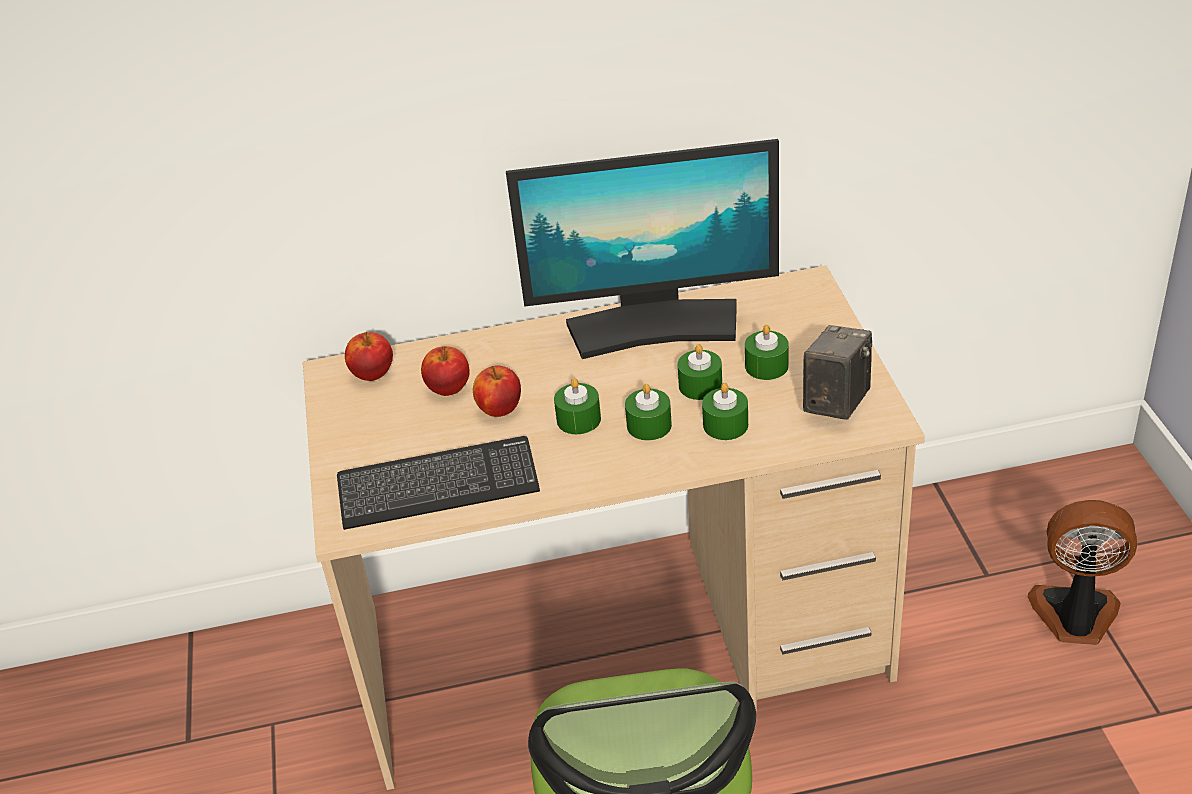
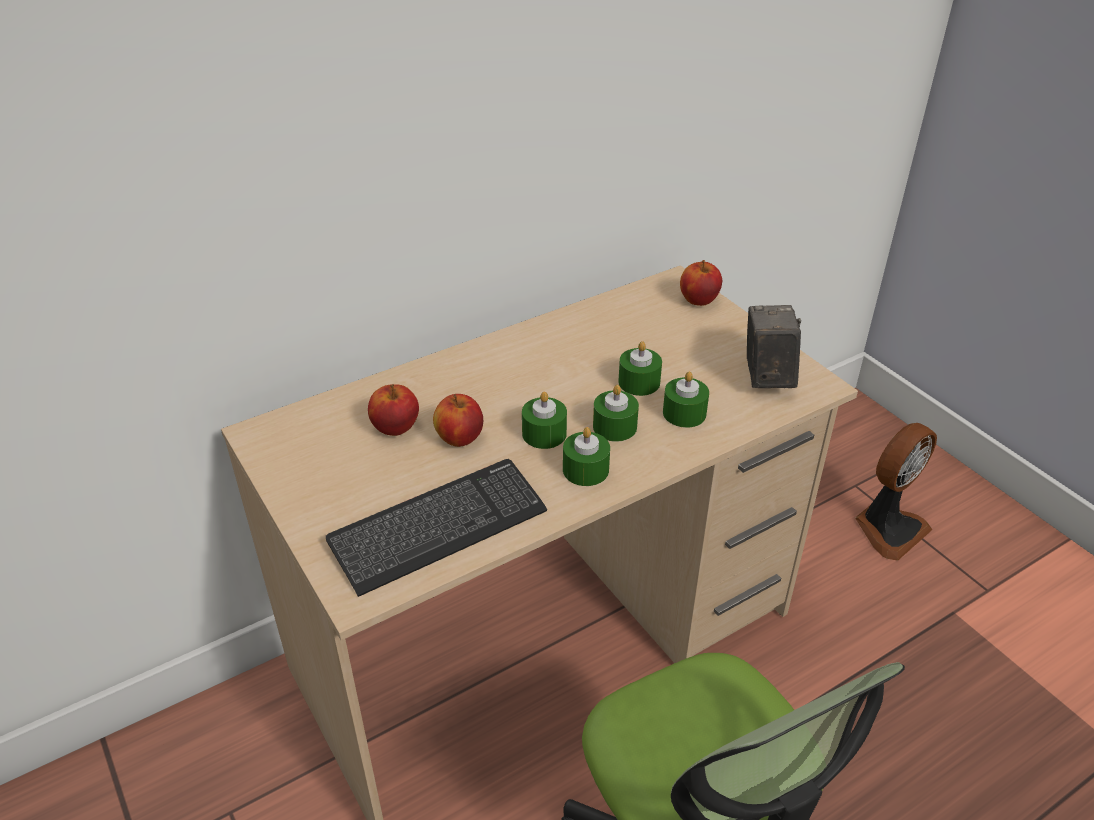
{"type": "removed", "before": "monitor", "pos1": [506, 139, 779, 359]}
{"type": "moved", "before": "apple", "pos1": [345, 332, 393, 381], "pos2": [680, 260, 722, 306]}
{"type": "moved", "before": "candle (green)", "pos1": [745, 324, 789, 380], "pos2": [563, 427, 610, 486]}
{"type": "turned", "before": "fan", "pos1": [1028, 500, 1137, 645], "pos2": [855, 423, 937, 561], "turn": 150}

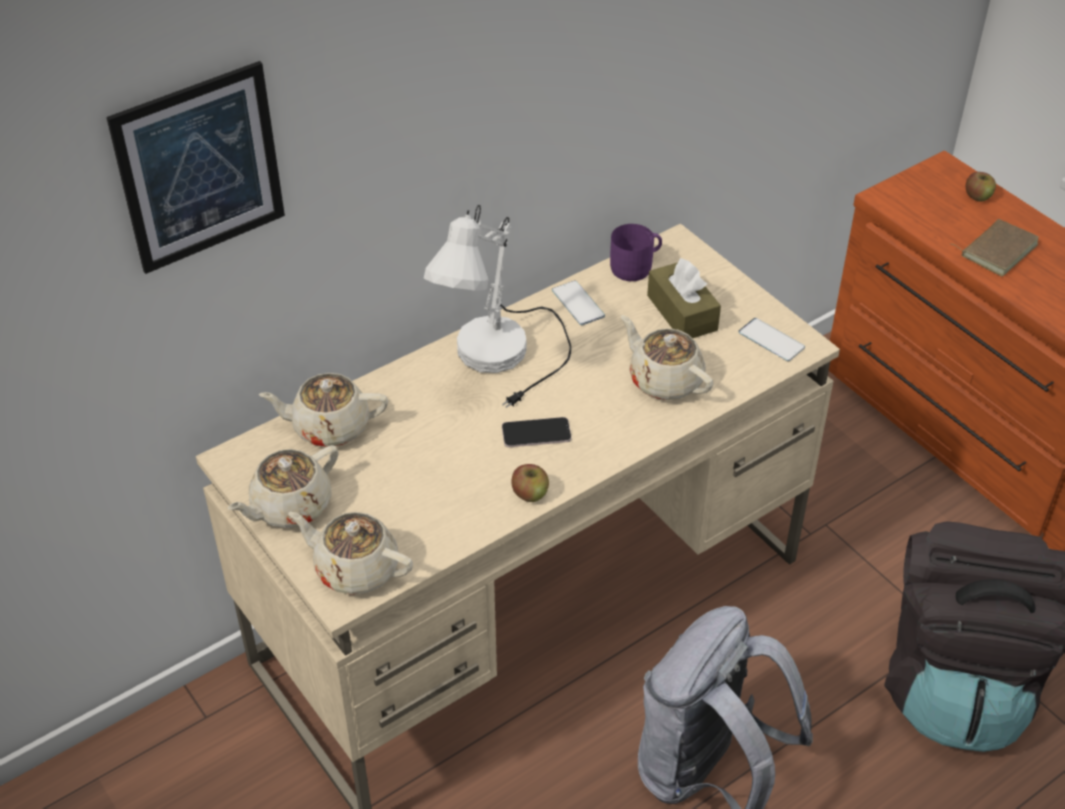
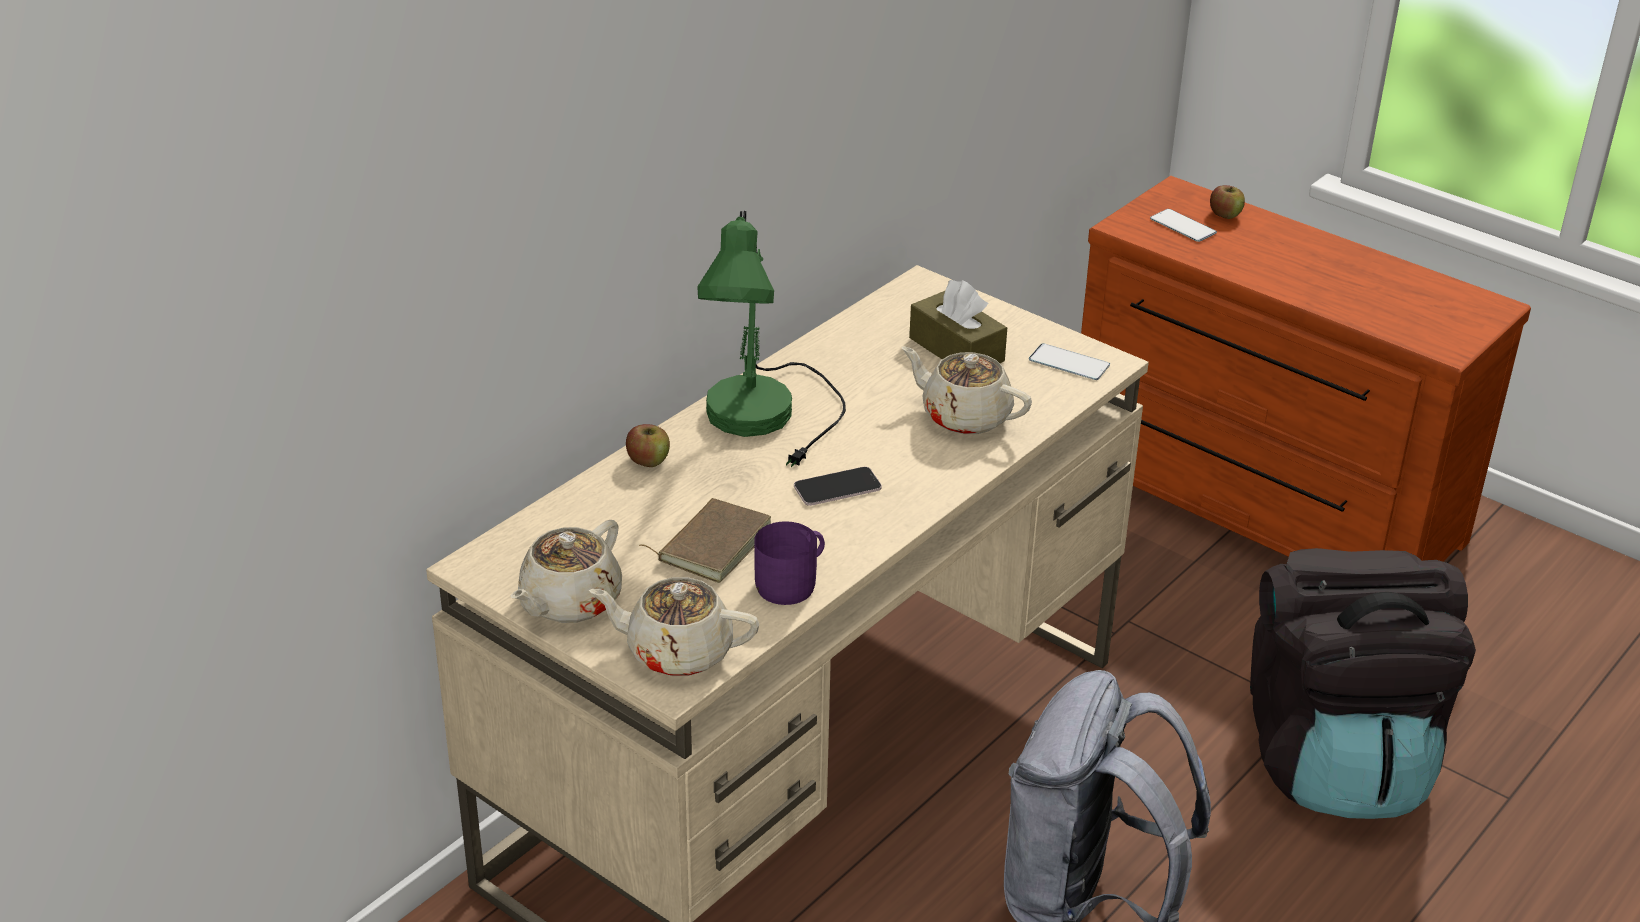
{"type": "removed", "before": "picture", "pos1": [106, 61, 285, 274]}
{"type": "removed", "before": "teapot (beige)", "pos1": [259, 373, 388, 447]}
{"type": "moved", "before": "apple", "pos1": [511, 464, 549, 502], "pos2": [626, 424, 670, 467]}
{"type": "moved", "before": "phone", "pos1": [552, 281, 605, 325], "pos2": [1150, 209, 1217, 242]}
{"type": "moved", "before": "mug (purple)", "pos1": [610, 224, 662, 281], "pos2": [754, 521, 825, 605]}
{"type": "moved", "before": "book (brown)", "pos1": [951, 219, 1039, 276], "pos2": [639, 498, 771, 583]}
{"type": "recoloured", "before": "table lamp (white)", "after": "table lamp (green)", "pos1": [424, 205, 571, 408], "pos2": [697, 211, 846, 467]}

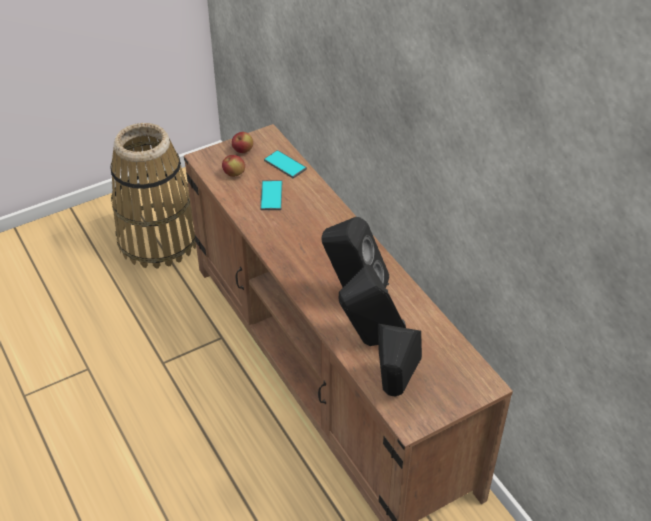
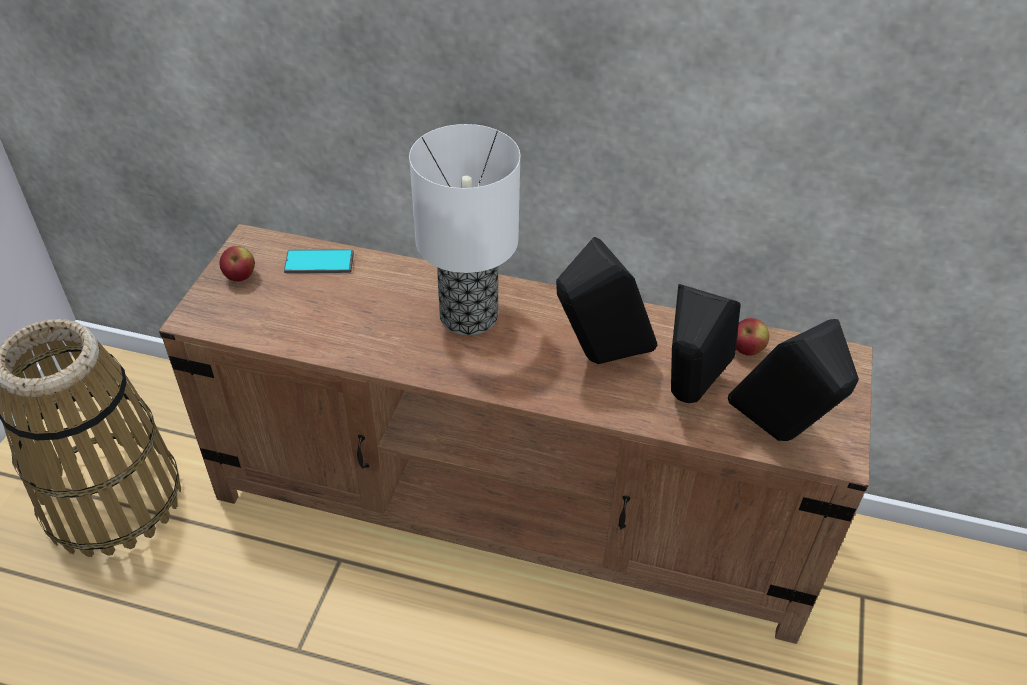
{"type": "removed", "before": "phone", "pos1": [260, 180, 282, 210]}
{"type": "added", "after": "table lamp", "pos2": [409, 124, 520, 336]}
{"type": "moved", "before": "apple", "pos1": [222, 155, 245, 177], "pos2": [736, 318, 769, 356]}

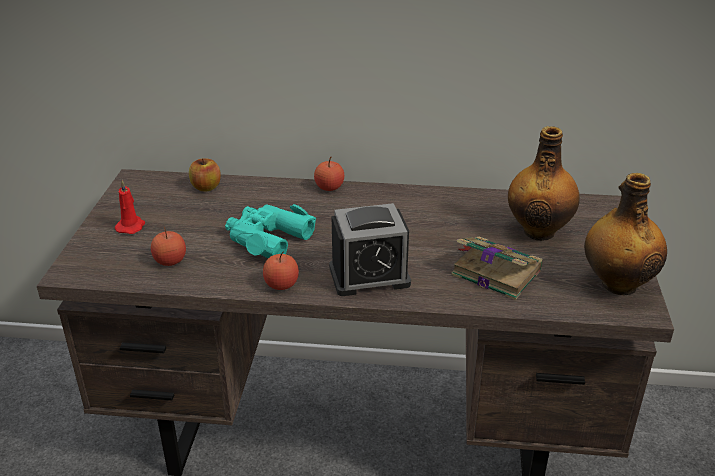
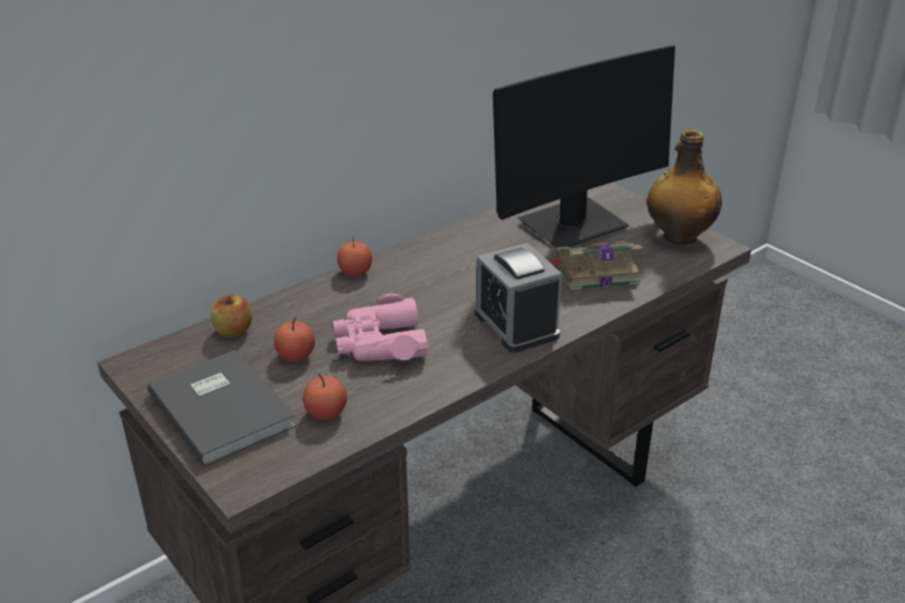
{"type": "moved", "before": "apple", "pos1": [263, 251, 299, 290], "pos2": [274, 317, 315, 362]}
{"type": "replaced", "before": "candle (red)", "after": "book (grey)", "pos1": [115, 180, 145, 234], "pos2": [148, 350, 296, 466]}
{"type": "replaced", "before": "bottle", "after": "monitor", "pos1": [508, 126, 580, 241], "pos2": [493, 45, 675, 248]}
{"type": "recoloured", "before": "binoculars (turquoise)", "after": "binoculars (pink)", "pos1": [225, 204, 316, 258], "pos2": [333, 294, 428, 361]}
{"type": "turned", "before": "alarm clock", "pos1": [329, 203, 411, 296], "pos2": [475, 243, 562, 353], "turn": 120}

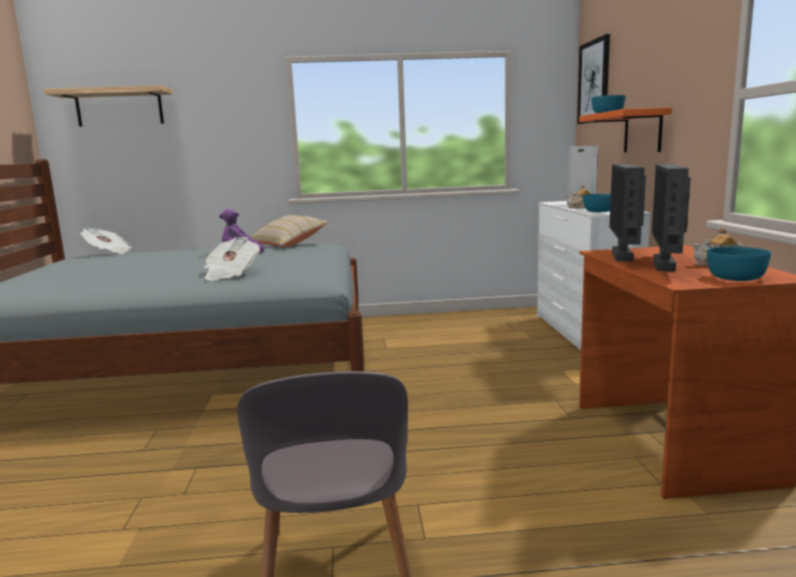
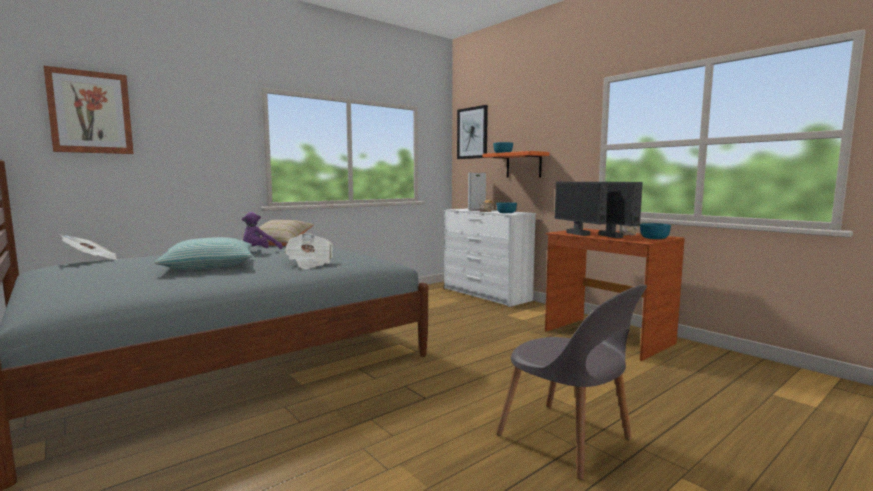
{"type": "added", "after": "pillow", "pos2": [154, 237, 252, 270]}
{"type": "replaced", "before": "shelf", "after": "picture", "pos1": [44, 85, 173, 126], "pos2": [43, 66, 134, 154]}

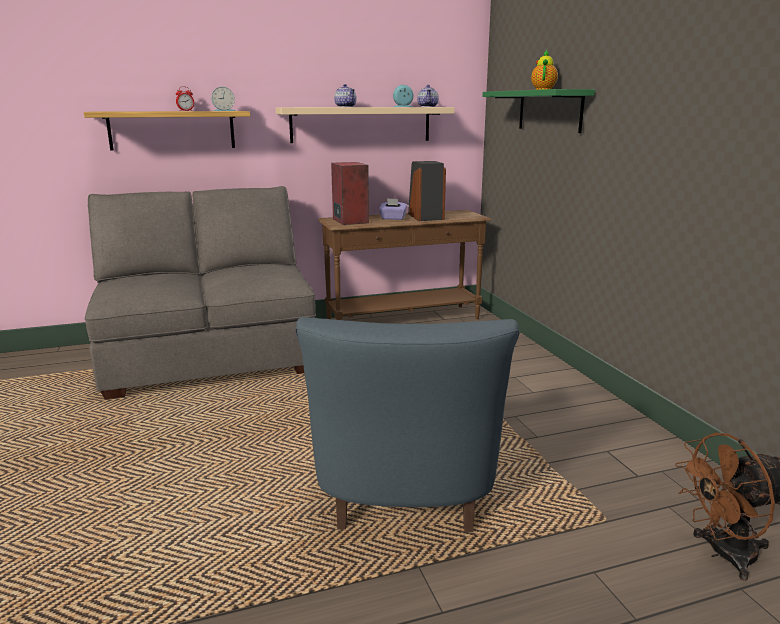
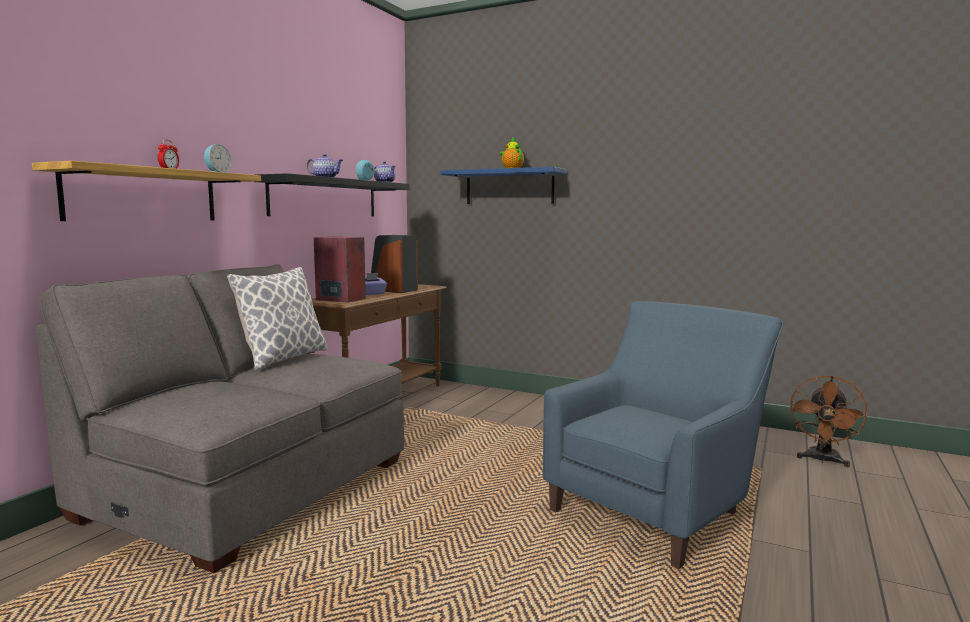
{"type": "added", "after": "pillow", "pos2": [227, 267, 327, 371]}
{"type": "recoloured", "before": "shelf (beige)", "after": "shelf (black)", "pos1": [276, 107, 455, 143], "pos2": [254, 173, 409, 217]}
{"type": "recoloured", "before": "shelf (green)", "after": "shelf (blue)", "pos1": [482, 89, 595, 133], "pos2": [441, 167, 567, 204]}
{"type": "turned", "before": "armchair (blue)", "pos1": [295, 317, 520, 532], "pos2": [543, 301, 783, 569], "turn": -90}

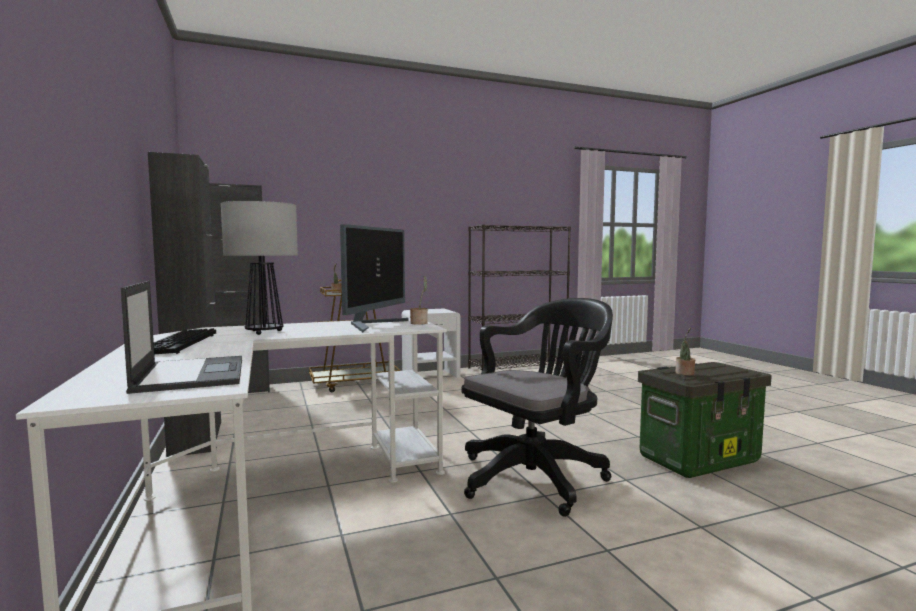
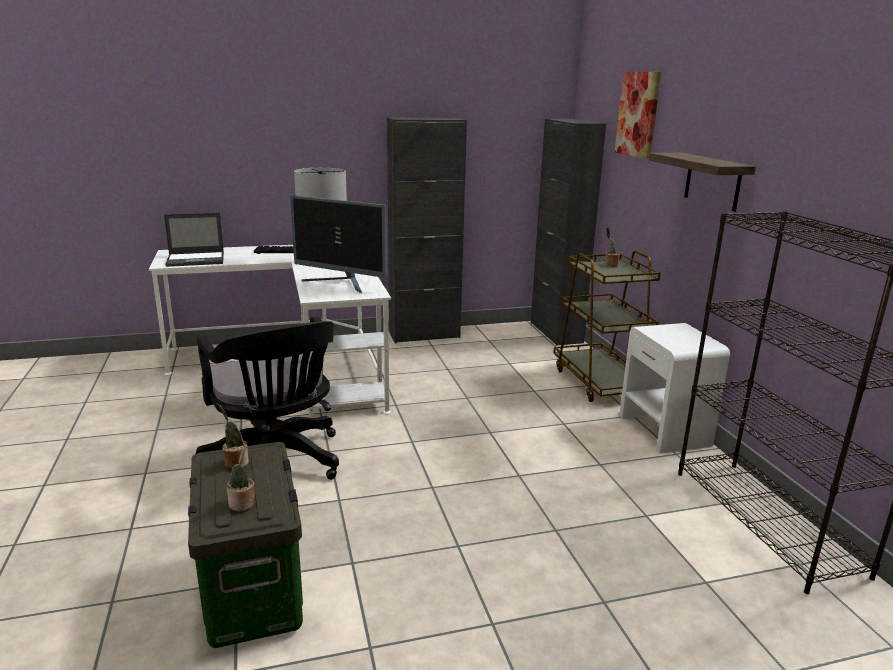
{"type": "added", "after": "picture", "pos2": [615, 72, 661, 159]}
{"type": "added", "after": "shelf", "pos2": [649, 153, 756, 211]}
{"type": "moved", "before": "potted plant", "pos1": [410, 276, 428, 325], "pos2": [227, 446, 255, 511]}

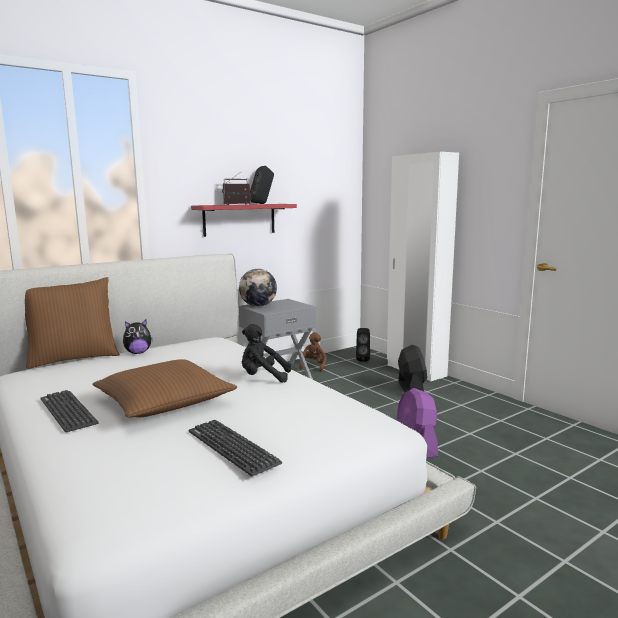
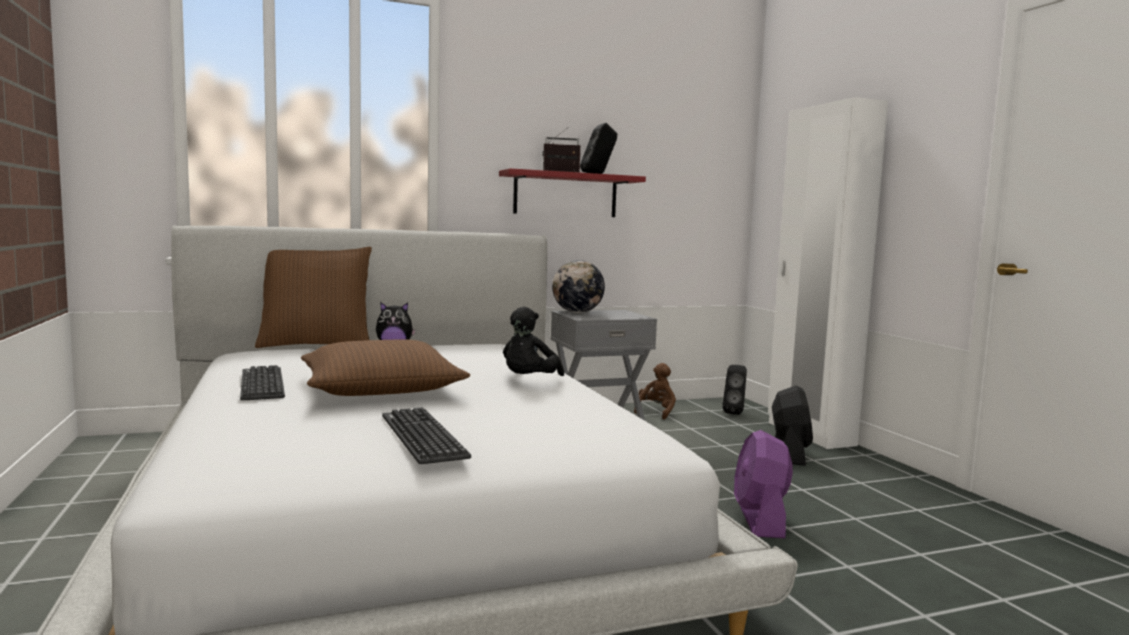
{"type": "turned", "before": "plush toy (black)", "pos1": [242, 324, 291, 383], "pos2": [503, 307, 564, 376], "turn": -90}

